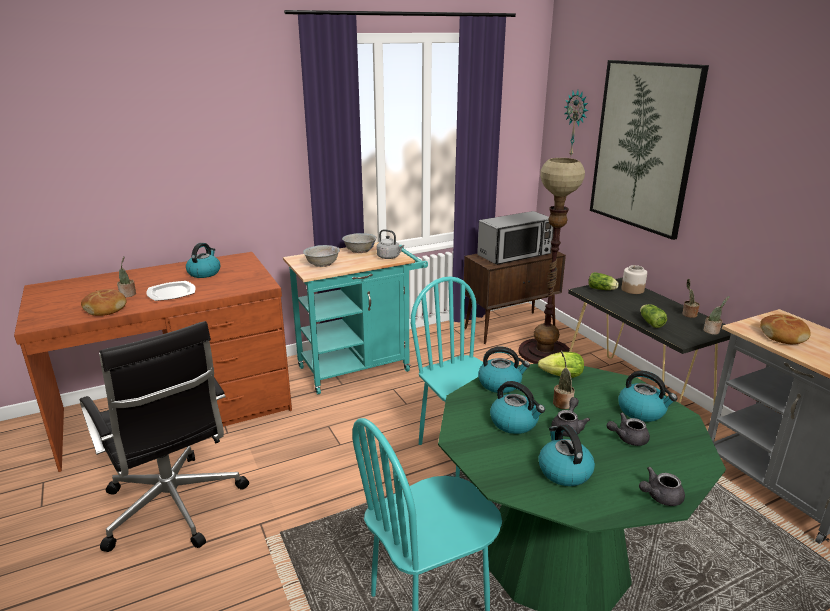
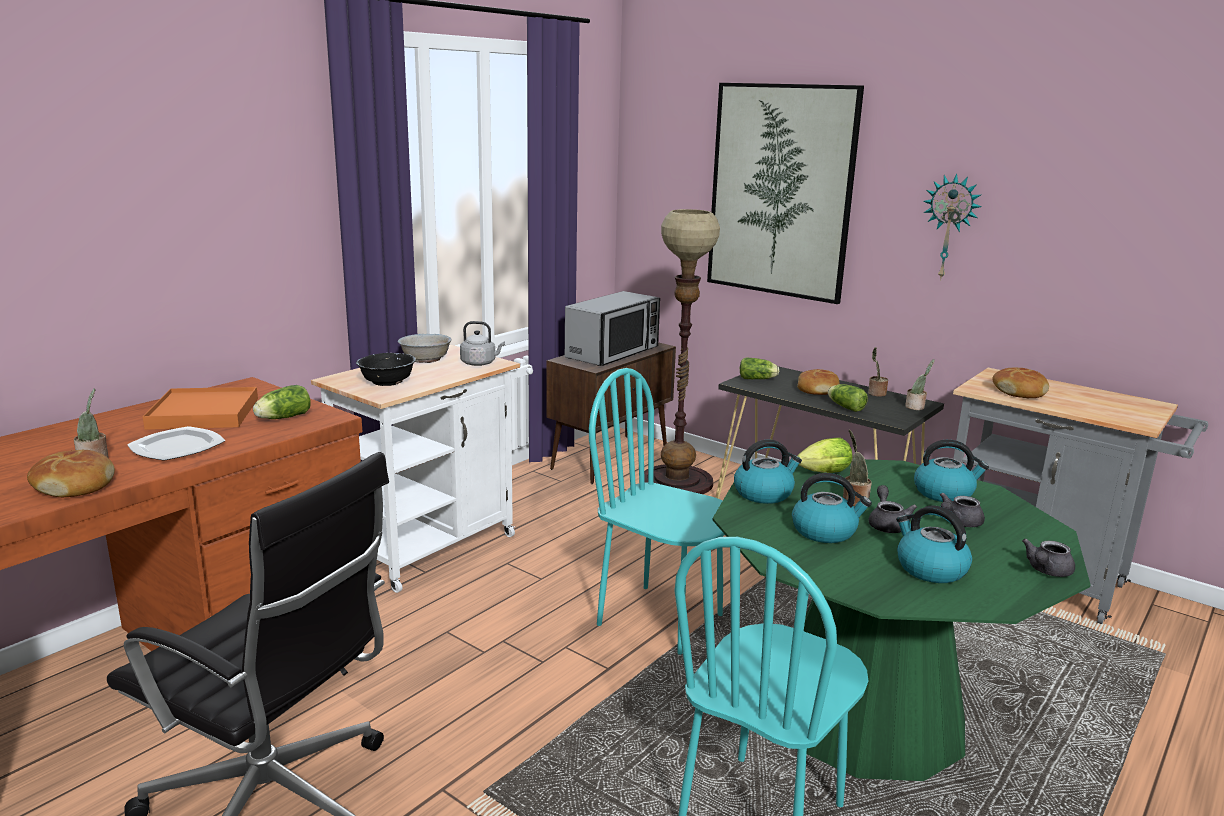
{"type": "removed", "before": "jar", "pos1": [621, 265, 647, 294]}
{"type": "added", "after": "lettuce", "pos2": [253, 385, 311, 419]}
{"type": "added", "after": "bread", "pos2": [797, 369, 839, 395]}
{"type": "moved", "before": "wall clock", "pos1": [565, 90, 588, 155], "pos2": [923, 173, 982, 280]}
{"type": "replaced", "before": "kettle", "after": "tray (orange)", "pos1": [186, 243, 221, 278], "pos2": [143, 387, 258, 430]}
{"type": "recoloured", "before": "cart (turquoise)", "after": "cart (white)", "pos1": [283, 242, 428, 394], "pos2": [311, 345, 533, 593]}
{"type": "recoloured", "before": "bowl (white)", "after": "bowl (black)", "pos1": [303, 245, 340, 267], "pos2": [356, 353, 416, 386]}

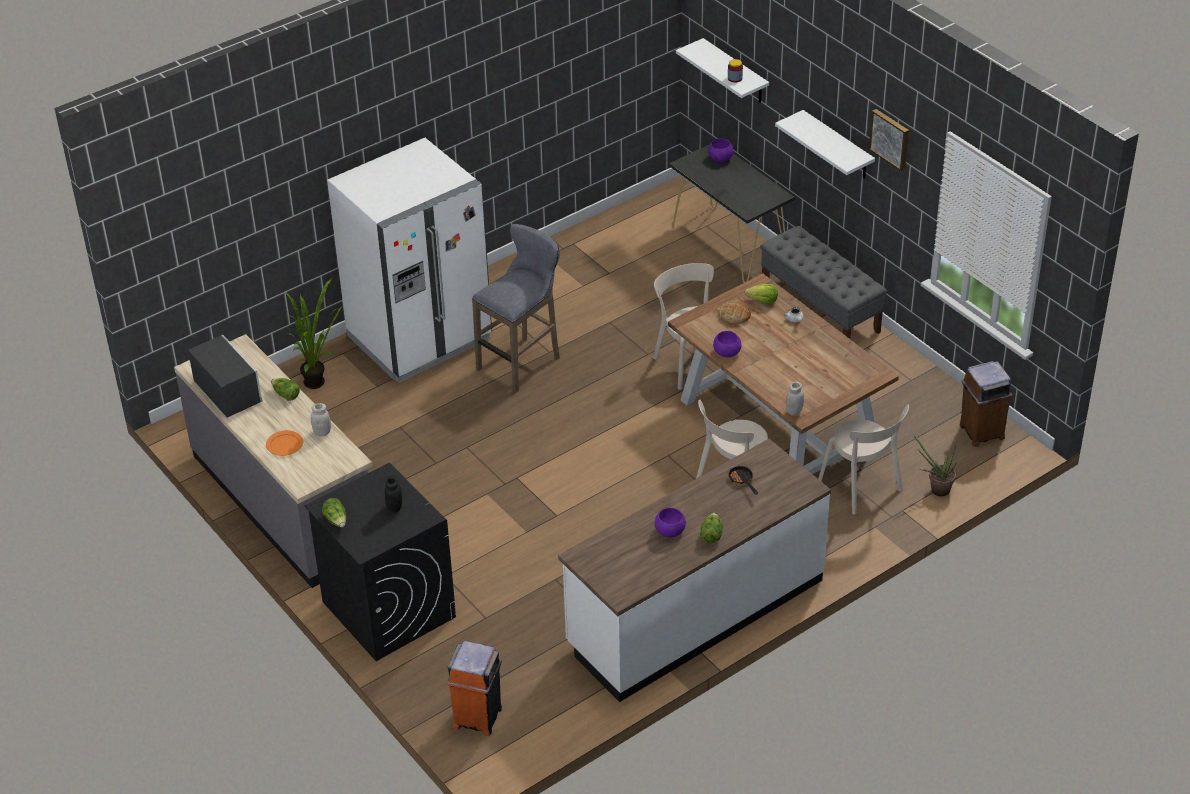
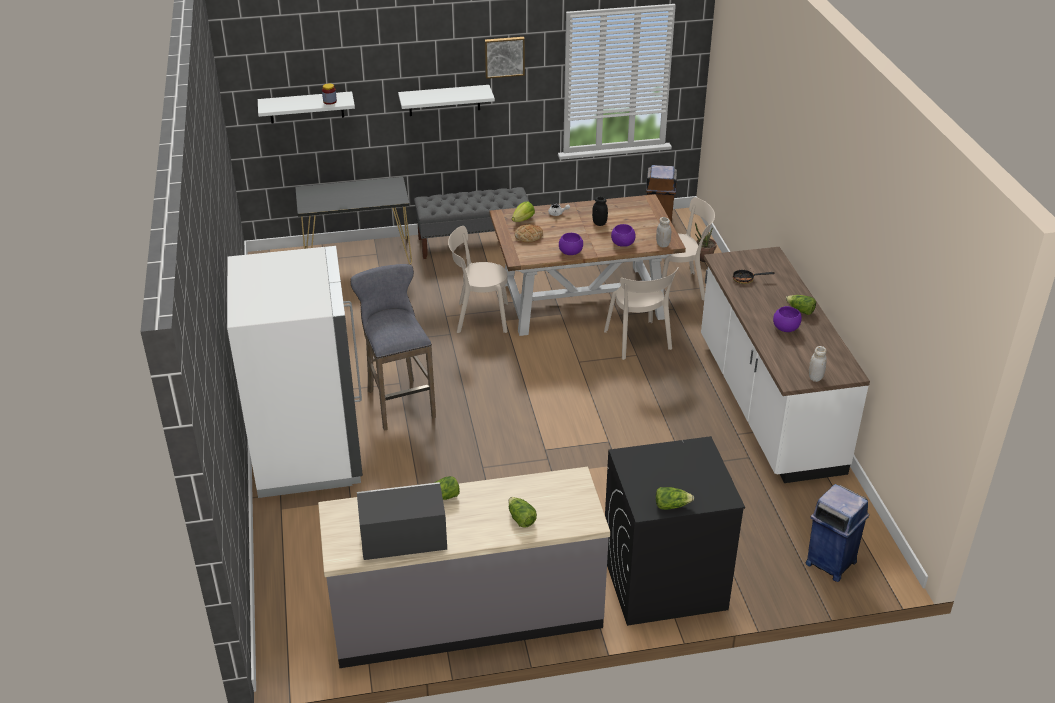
{"type": "removed", "before": "potted plant", "pos1": [284, 278, 343, 389]}
{"type": "moved", "before": "jar (white)", "pos1": [311, 403, 331, 436], "pos2": [809, 346, 827, 382]}
{"type": "moved", "before": "jar (black)", "pos1": [385, 476, 402, 512], "pos2": [592, 197, 608, 226]}
{"type": "moved", "before": "bowl (purple)", "pos1": [708, 139, 733, 162], "pos2": [611, 224, 636, 247]}
{"type": "replaced", "before": "plate (orange)", "after": "lettuce", "pos1": [266, 430, 303, 456], "pos2": [508, 497, 537, 528]}
{"type": "recoloured", "before": "trash can (orange)", "after": "trash can (blue)", "pos1": [447, 641, 502, 736], "pos2": [806, 484, 869, 582]}

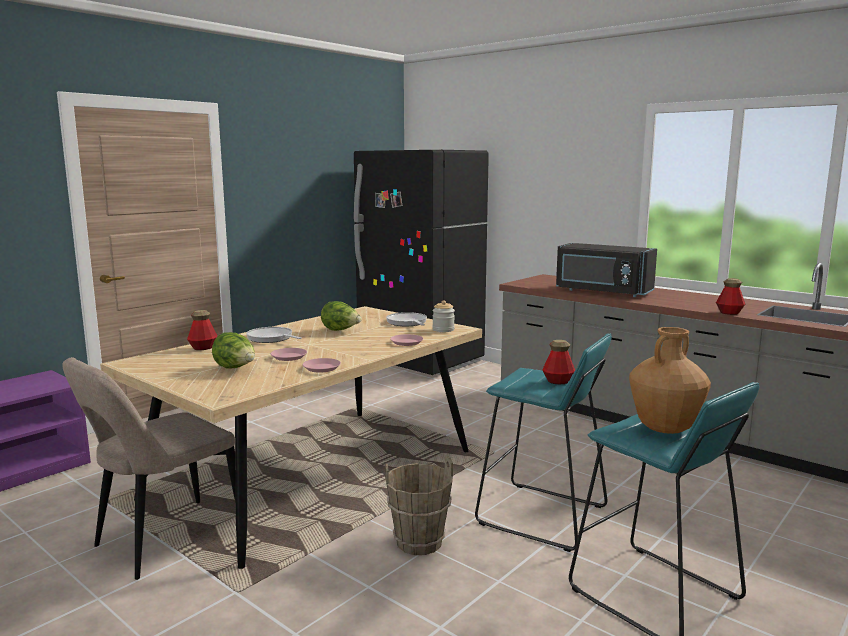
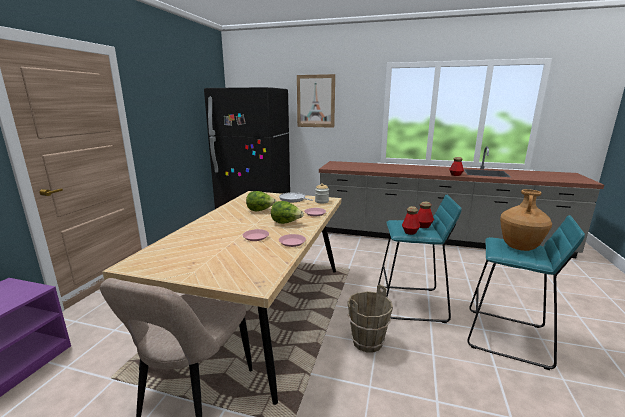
{"type": "removed", "before": "frying pan", "pos1": [246, 327, 302, 343]}
{"type": "removed", "before": "microwave (black)", "pos1": [556, 243, 657, 297]}
{"type": "added", "after": "picture", "pos2": [297, 74, 335, 128]}
{"type": "moved", "before": "bottle", "pos1": [187, 310, 217, 350], "pos2": [402, 206, 420, 235]}
{"type": "moved", "before": "lettuce", "pos1": [212, 332, 255, 369], "pos2": [271, 201, 304, 224]}

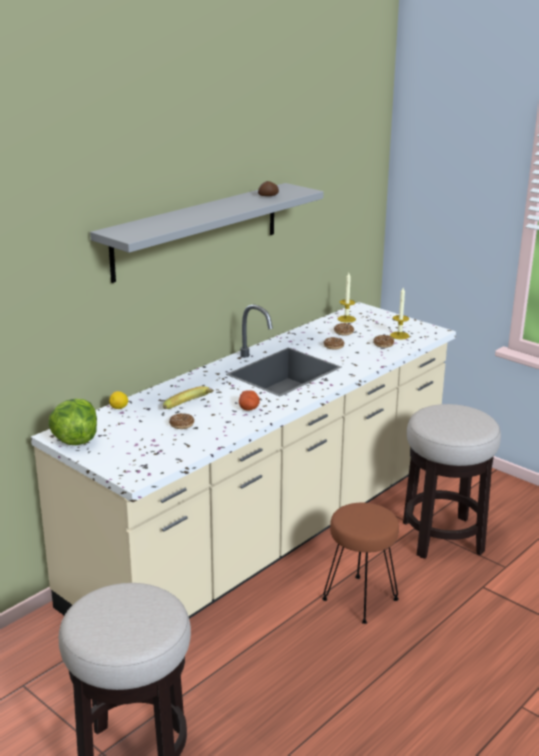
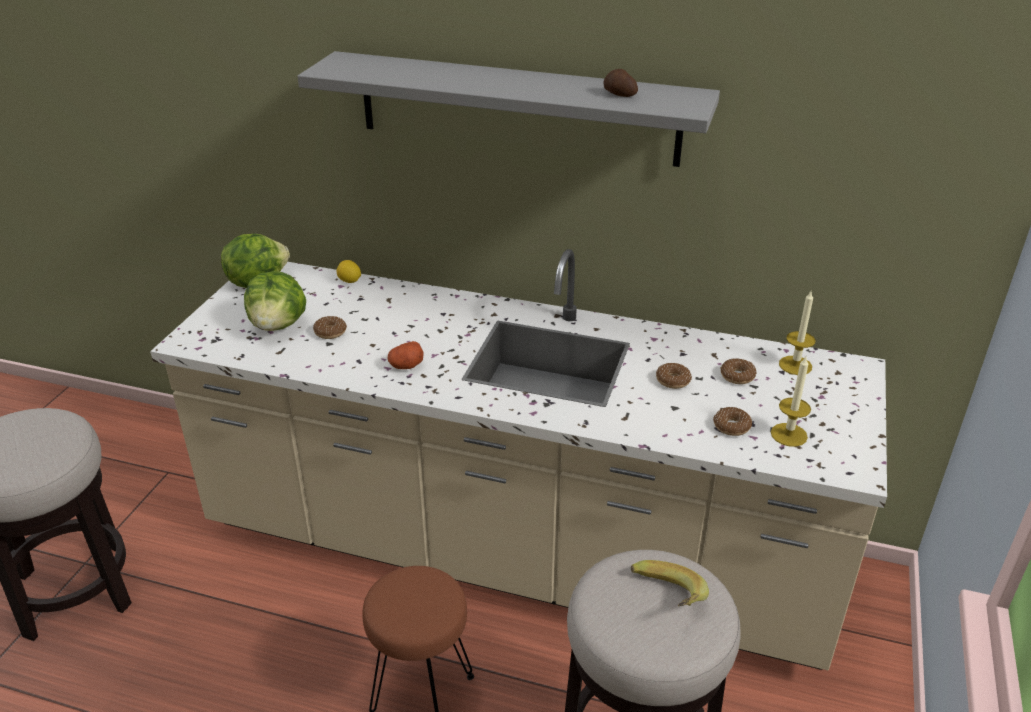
{"type": "added", "after": "lettuce", "pos2": [244, 271, 306, 331]}
{"type": "moved", "before": "banana", "pos1": [163, 386, 214, 409], "pos2": [631, 560, 709, 606]}

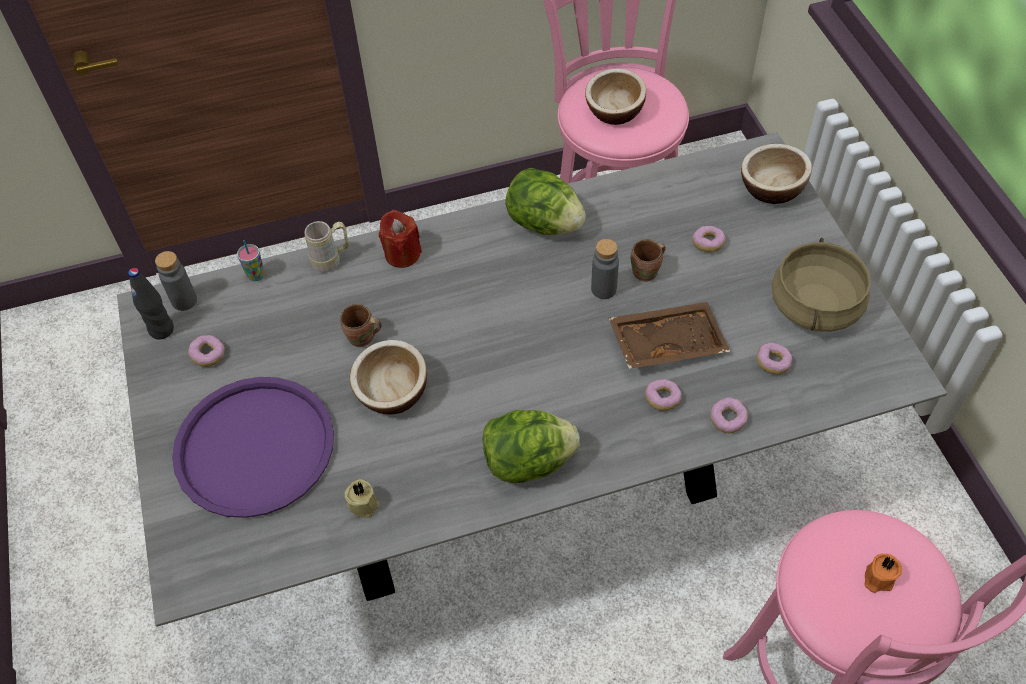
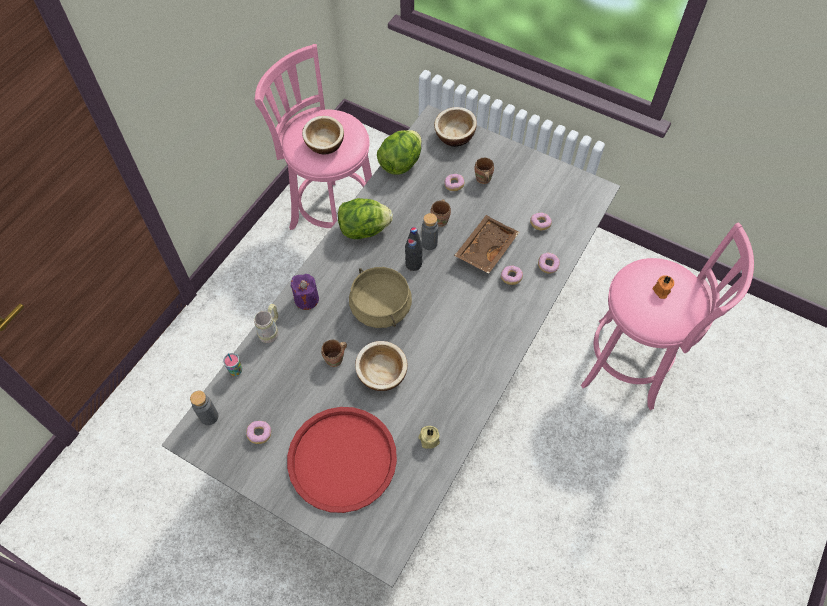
{"type": "added", "after": "mug (brown)", "pos2": [474, 158, 494, 184]}
{"type": "moved", "before": "bottle (black)", "pos1": [128, 268, 174, 340], "pos2": [405, 227, 423, 271]}
{"type": "moved", "before": "lettuce", "pos1": [483, 410, 580, 483], "pos2": [377, 130, 422, 175]}
{"type": "moved", "before": "cooking pot (beige)", "pos1": [772, 238, 871, 332], "pos2": [349, 267, 412, 328]}
{"type": "recoloured", "before": "tray (purple)", "after": "tray (red)", "pos1": [172, 377, 334, 518], "pos2": [287, 407, 397, 513]}
{"type": "recoloured", "before": "candle (red)", "after": "candle (purple)", "pos1": [379, 210, 422, 268], "pos2": [291, 274, 319, 310]}

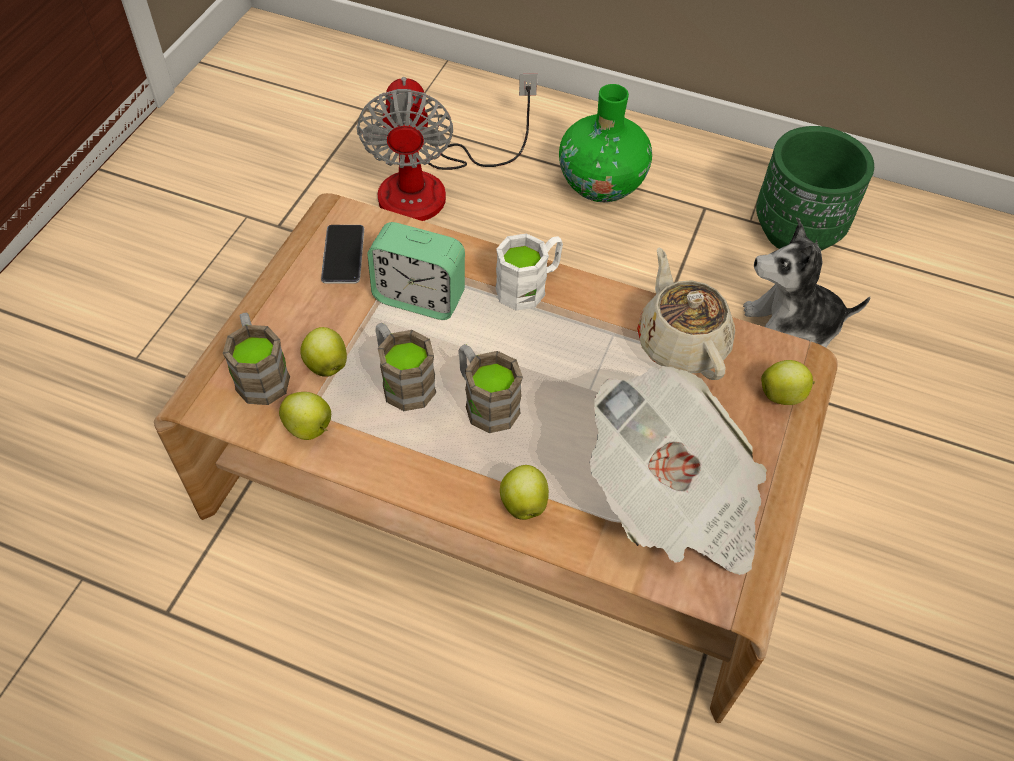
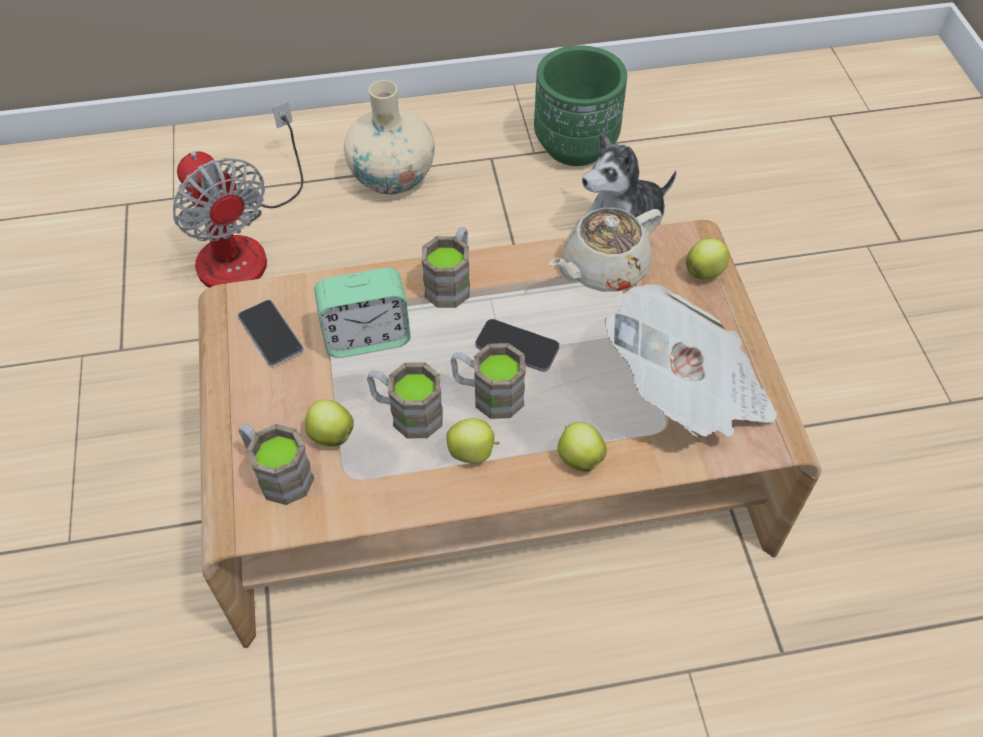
{"type": "added", "after": "phone", "pos2": [475, 319, 560, 372]}
{"type": "moved", "before": "apple", "pos1": [279, 392, 331, 440], "pos2": [446, 418, 500, 464]}
{"type": "recoloured", "before": "mug (white)", "after": "mug (brown)", "pos1": [495, 234, 563, 310], "pos2": [421, 227, 470, 308]}
{"type": "recoloured", "before": "vase (green)", "after": "vase (beige)", "pos1": [559, 84, 652, 202], "pos2": [344, 80, 435, 194]}
{"type": "turned", "before": "teapot (beige)", "pos1": [637, 247, 735, 380], "pos2": [549, 208, 662, 292], "turn": -75}

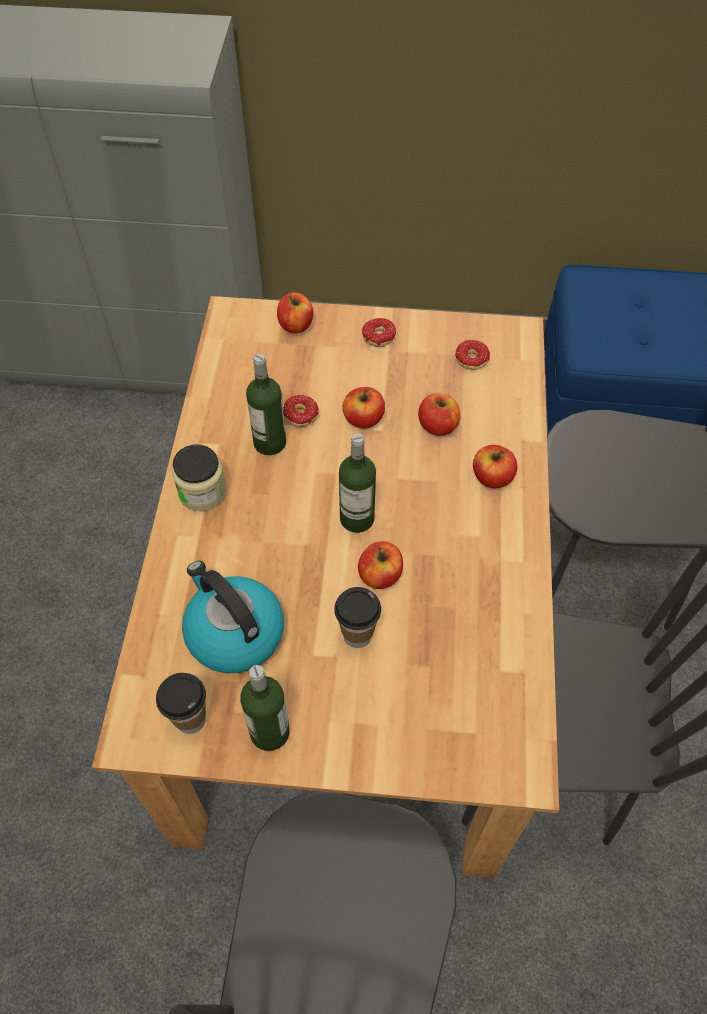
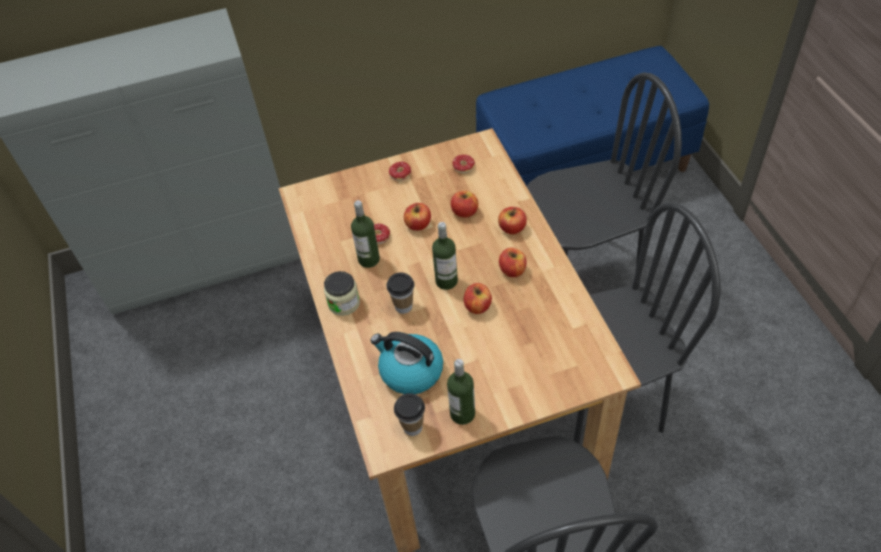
{"type": "moved", "before": "apple", "pos1": [277, 292, 313, 333], "pos2": [499, 248, 527, 277]}
{"type": "moved", "before": "cup", "pos1": [334, 587, 381, 648], "pos2": [386, 273, 414, 314]}

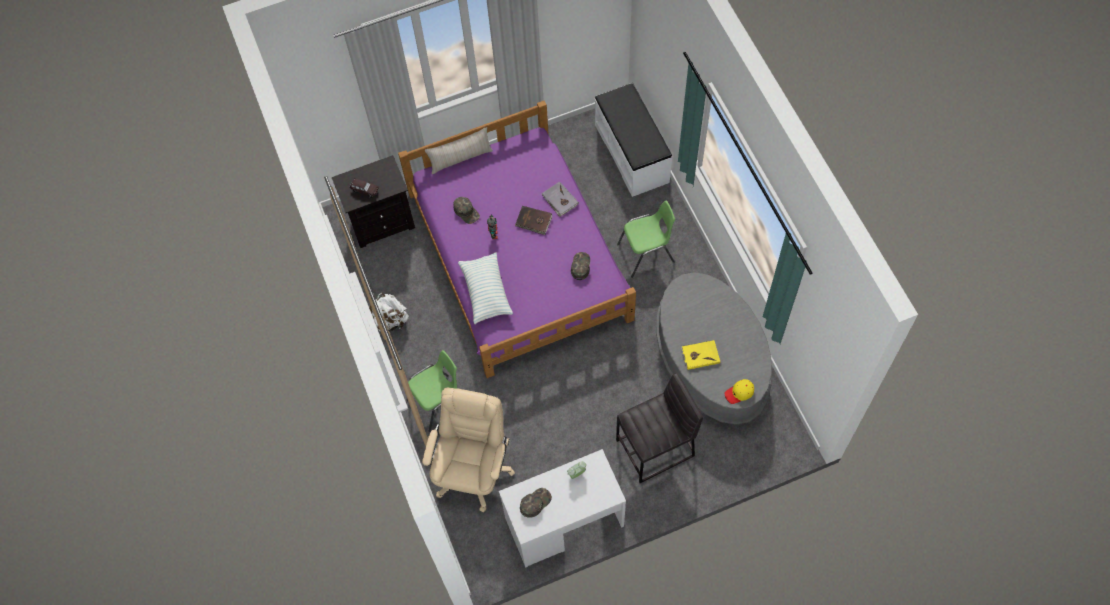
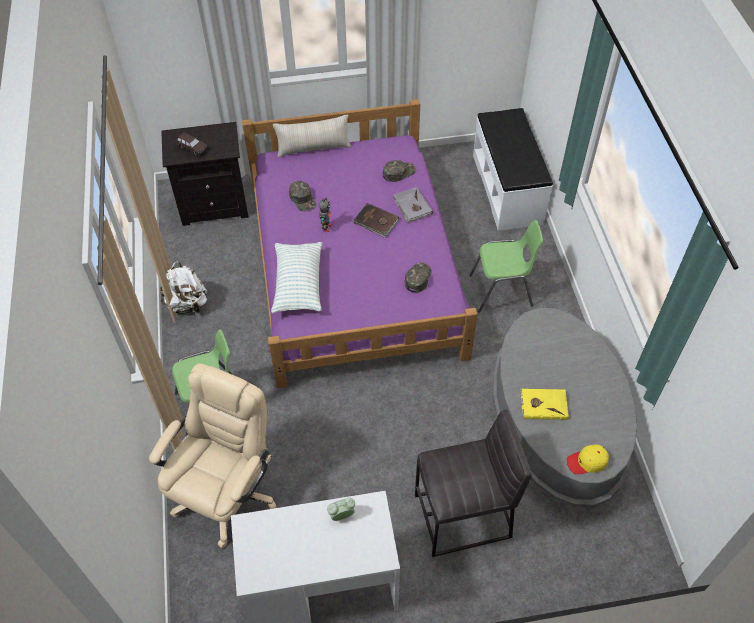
{"type": "moved", "before": "cap (green)", "pos1": [520, 488, 552, 518], "pos2": [383, 160, 416, 182]}

